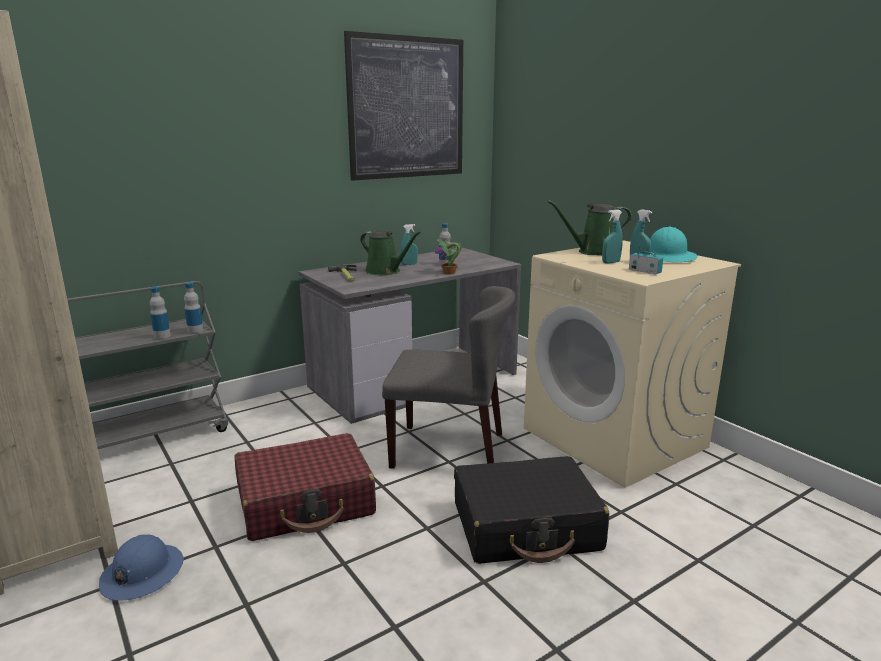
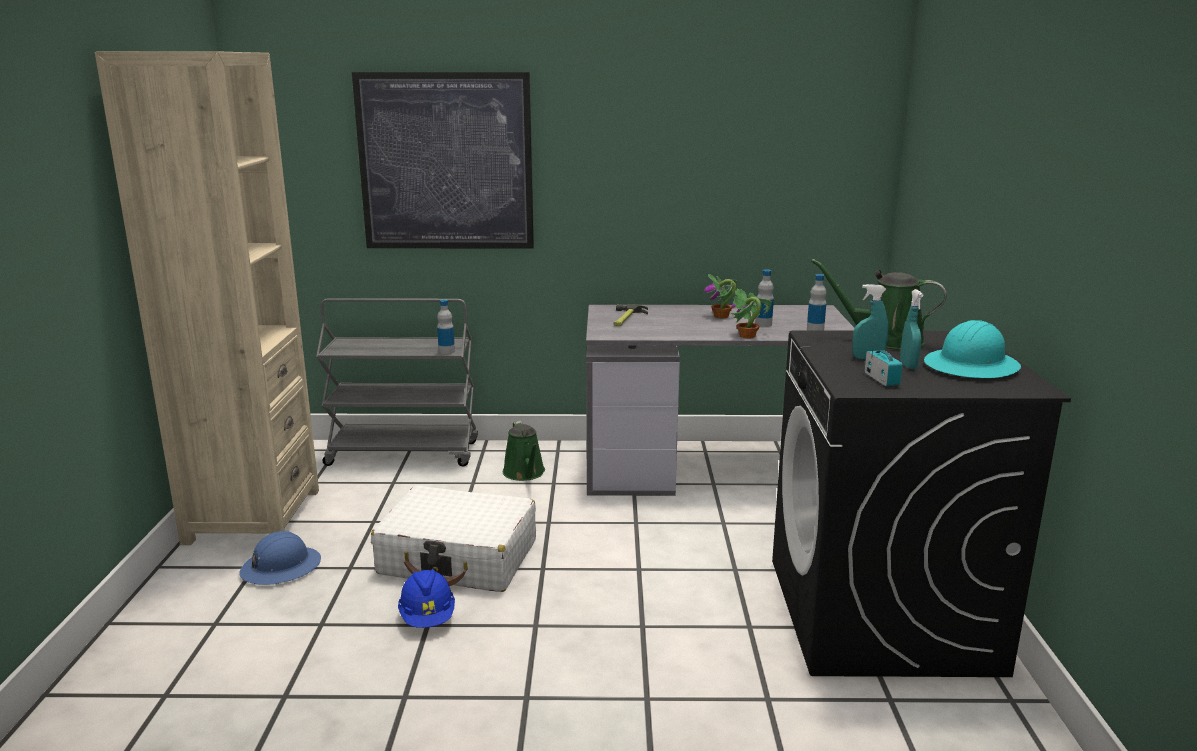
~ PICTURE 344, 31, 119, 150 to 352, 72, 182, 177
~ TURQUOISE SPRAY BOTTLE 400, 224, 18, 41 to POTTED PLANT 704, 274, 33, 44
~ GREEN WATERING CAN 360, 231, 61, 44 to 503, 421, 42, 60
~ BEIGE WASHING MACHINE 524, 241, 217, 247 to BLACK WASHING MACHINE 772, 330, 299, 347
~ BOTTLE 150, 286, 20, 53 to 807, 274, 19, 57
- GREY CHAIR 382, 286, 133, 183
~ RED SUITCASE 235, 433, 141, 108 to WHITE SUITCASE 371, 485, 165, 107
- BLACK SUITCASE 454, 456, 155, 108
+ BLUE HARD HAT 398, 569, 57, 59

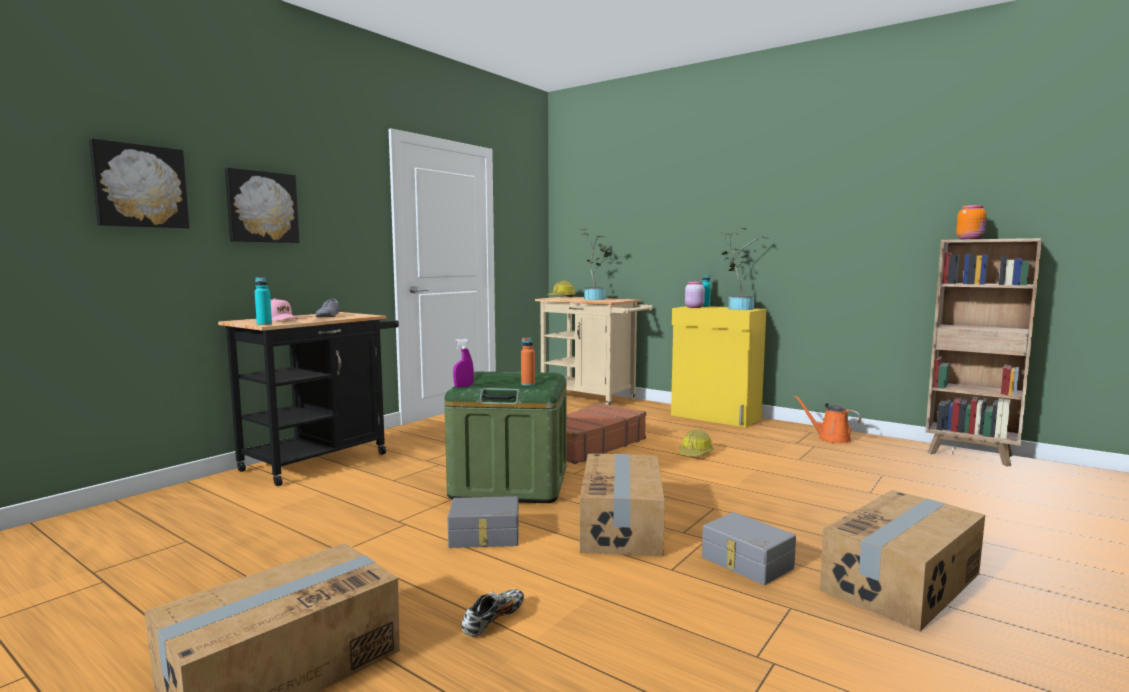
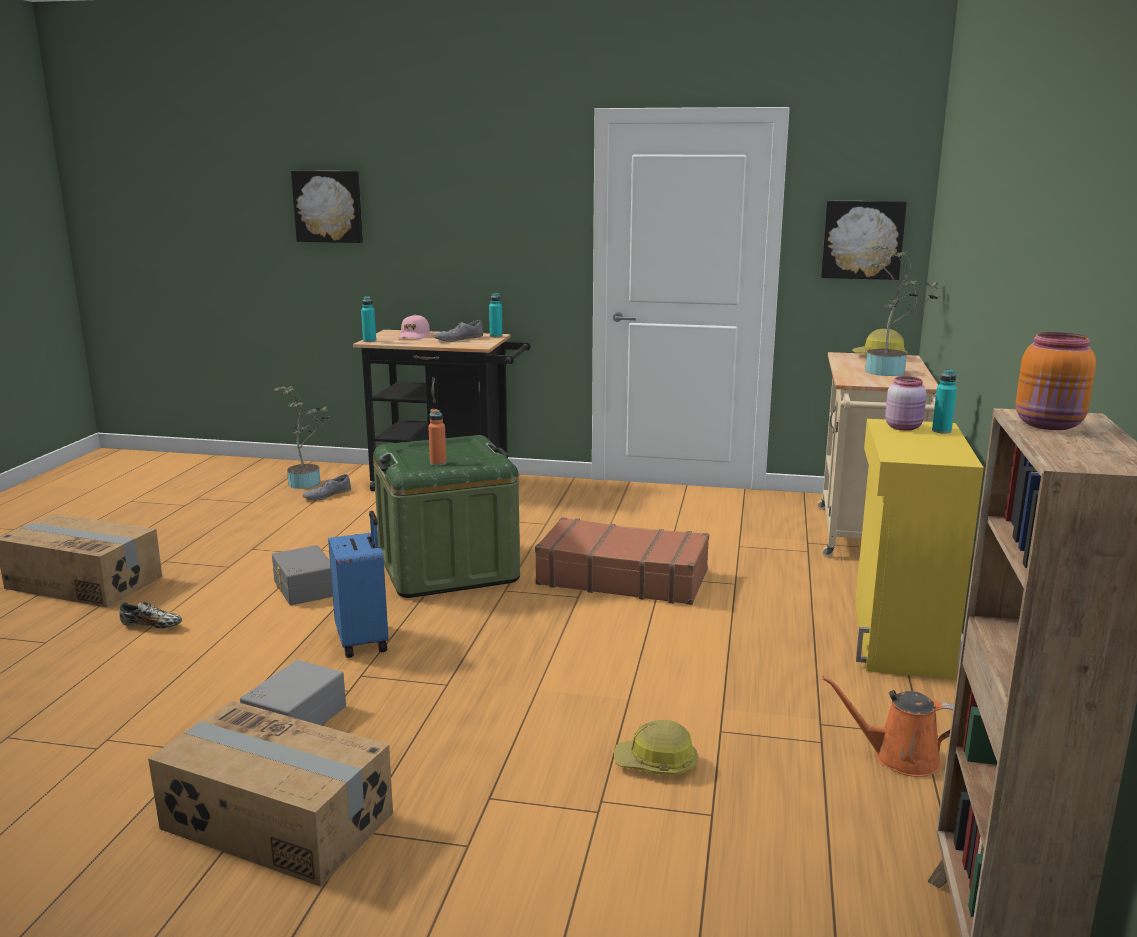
~ PICTURE 225, 168, 75, 75 to 821, 201, 86, 79
~ POTTED PLANT 721, 228, 48, 82 to 273, 386, 56, 103
- PURPLE SPRAY BOTTLE 453, 339, 21, 48
~ ORANGE WATERING CAN 794, 396, 67, 47 = 822, 676, 132, 101 90 degrees counterclockwise
~ HARD HAT 679, 429, 35, 27 to 614, 720, 84, 55
~ CARDBOARD BOX 580, 454, 85, 102 to BLUE SUITCASE 328, 511, 61, 147
+ TURQUOISE BOTTLE 489, 293, 14, 44
+ GREY SHOE 302, 474, 49, 26

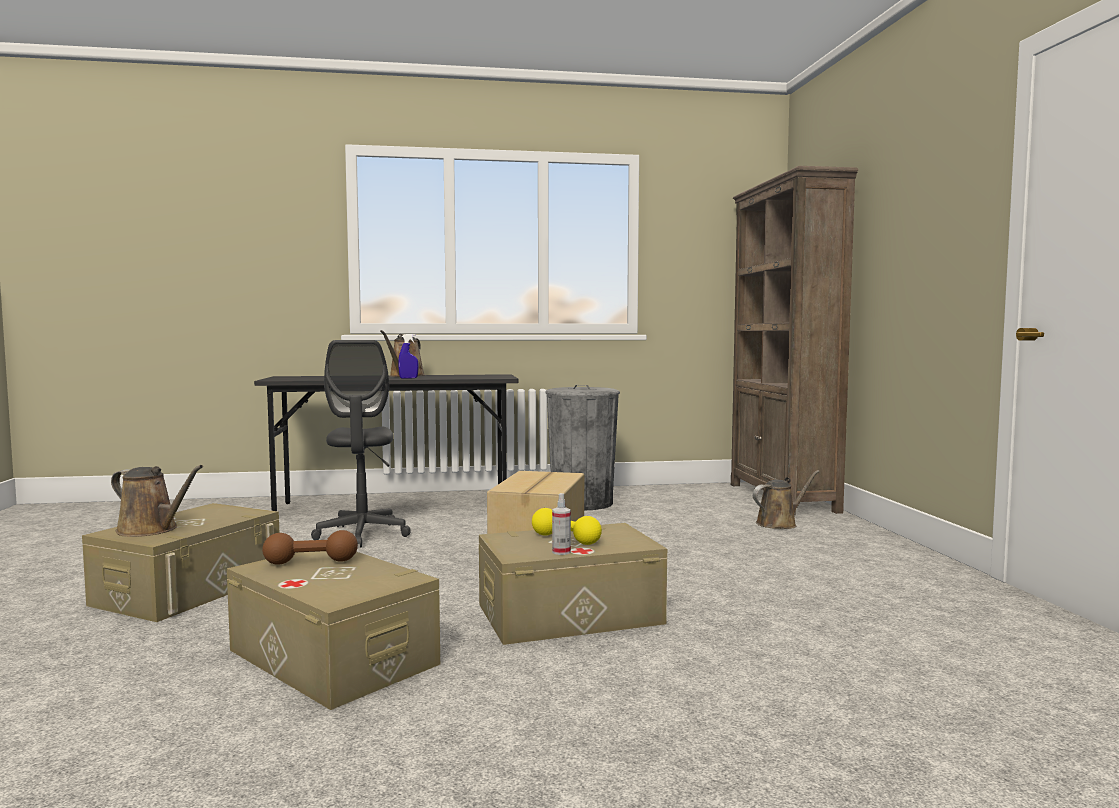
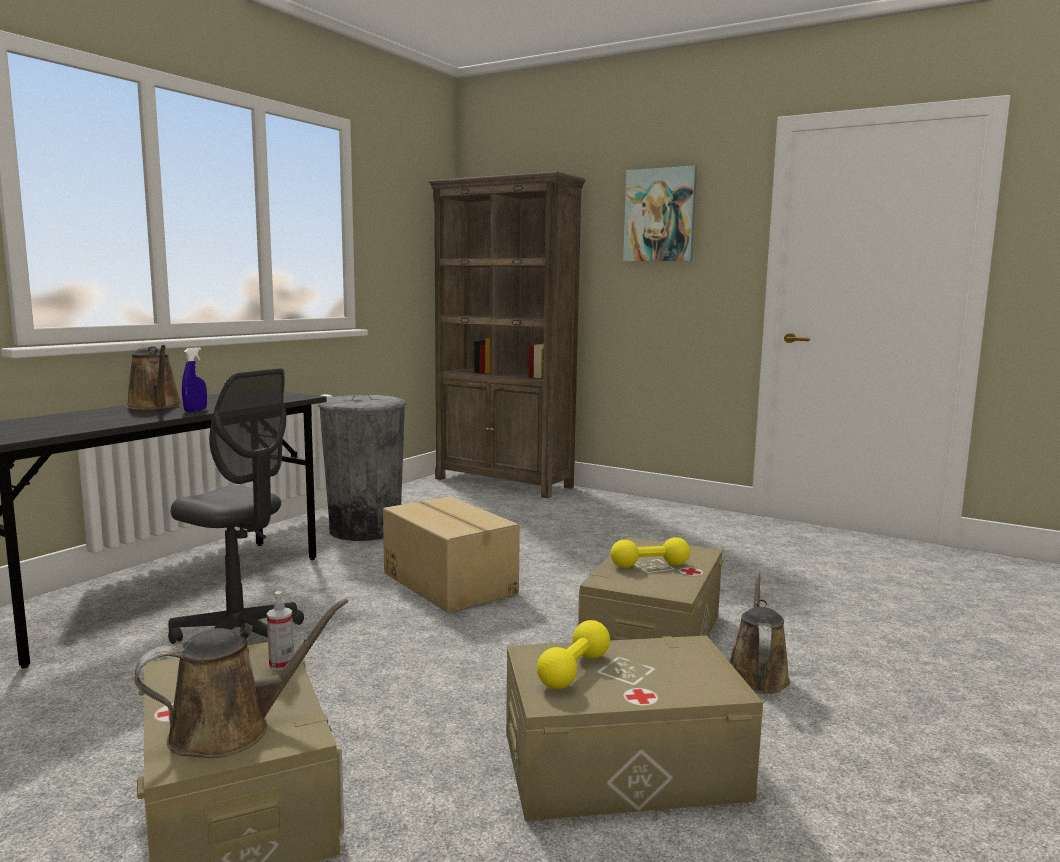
~ BROWN WATERING CAN 753, 470, 67, 59 to 730, 571, 61, 123
~ SPRAY BOTTLE 552, 493, 19, 62 to 267, 591, 27, 80
~ BROWN DUMBBELL 262, 530, 96, 35 to YELLOW DUMBBELL 537, 620, 73, 69
+ PICTURE 623, 166, 74, 95

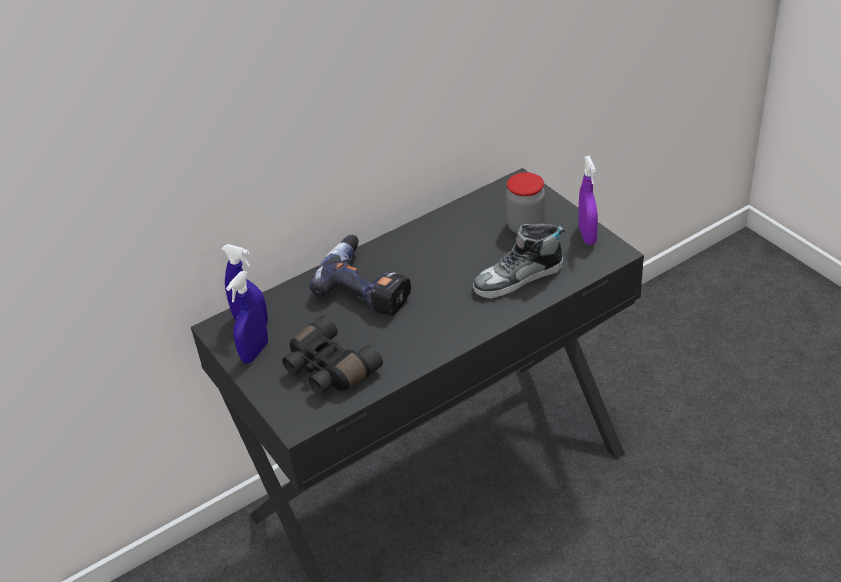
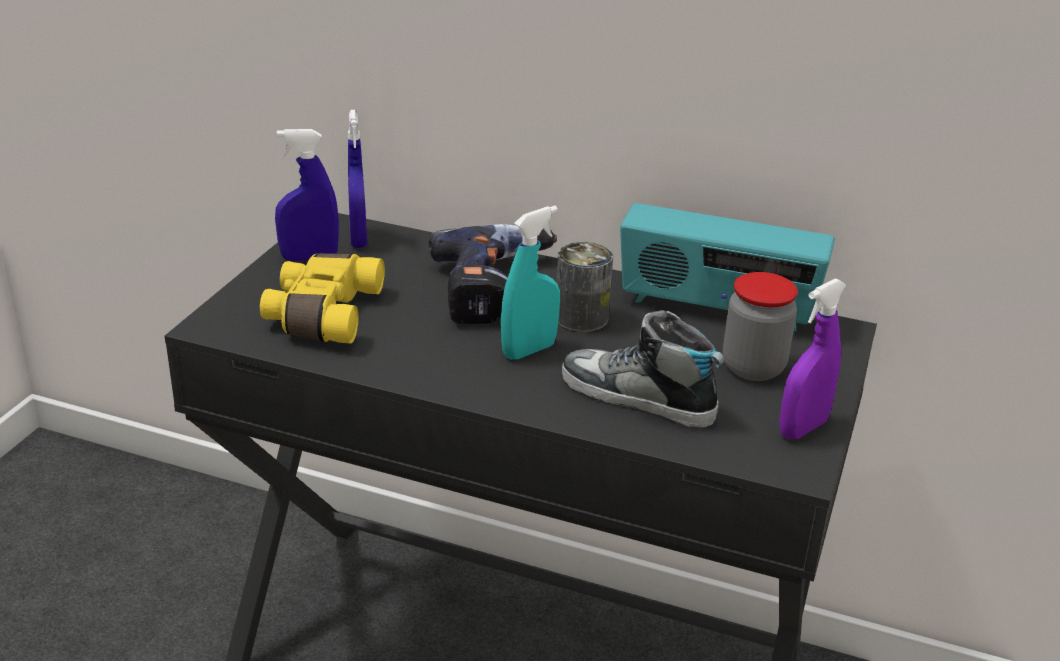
~ BLACK BINOCULARS 282, 315, 101, 79 to YELLOW BINOCULARS 260, 253, 125, 91
+ RADIO 620, 203, 215, 129
+ TURQUOISE SPRAY BOTTLE 501, 206, 59, 154
+ CAN 556, 241, 57, 91

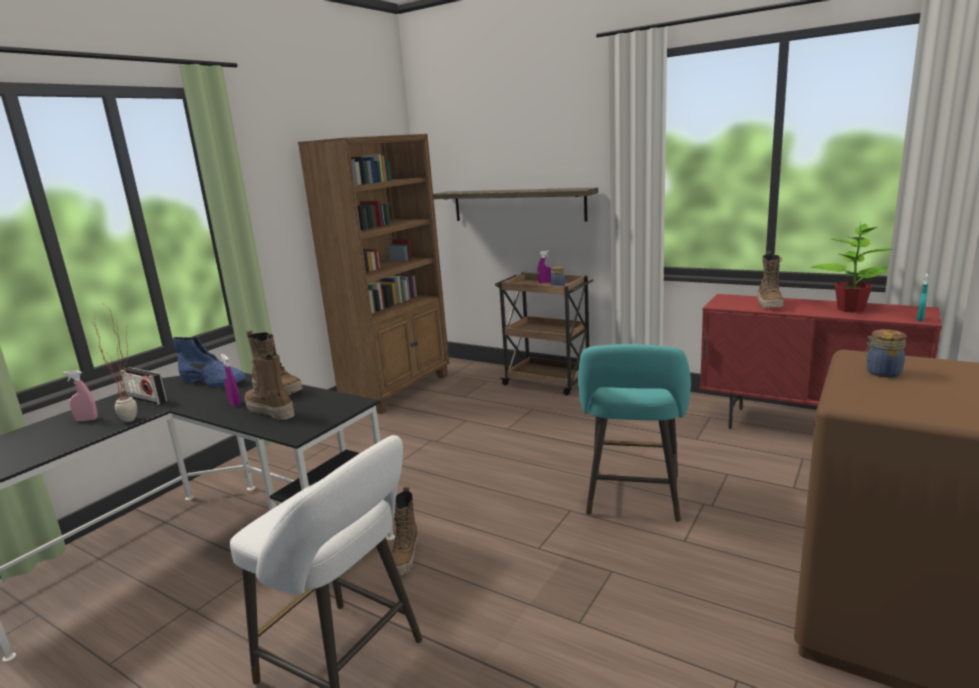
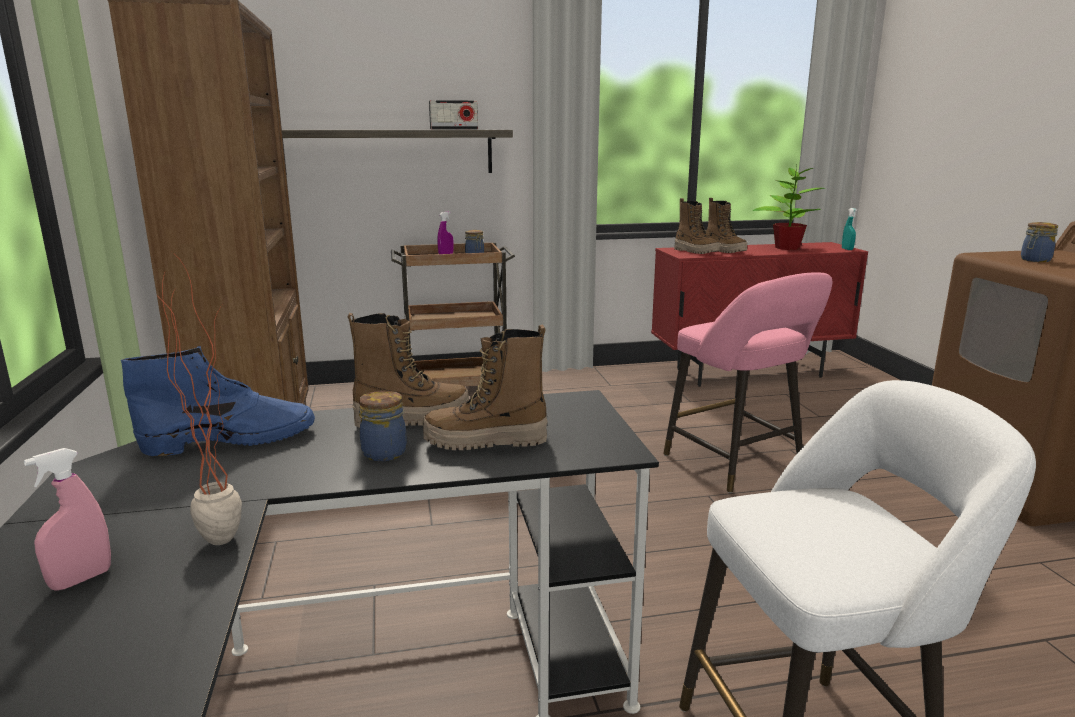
~ TURQUOISE STOOL 578, 344, 113, 178 to PINK STOOL 664, 272, 169, 221
~ PURPLE SPRAY BOTTLE 221, 354, 20, 52 to JAR 359, 390, 48, 71
~ RADIO 120, 367, 48, 38 to 429, 100, 49, 29
~ BOOT 391, 487, 27, 88 to 674, 198, 46, 56

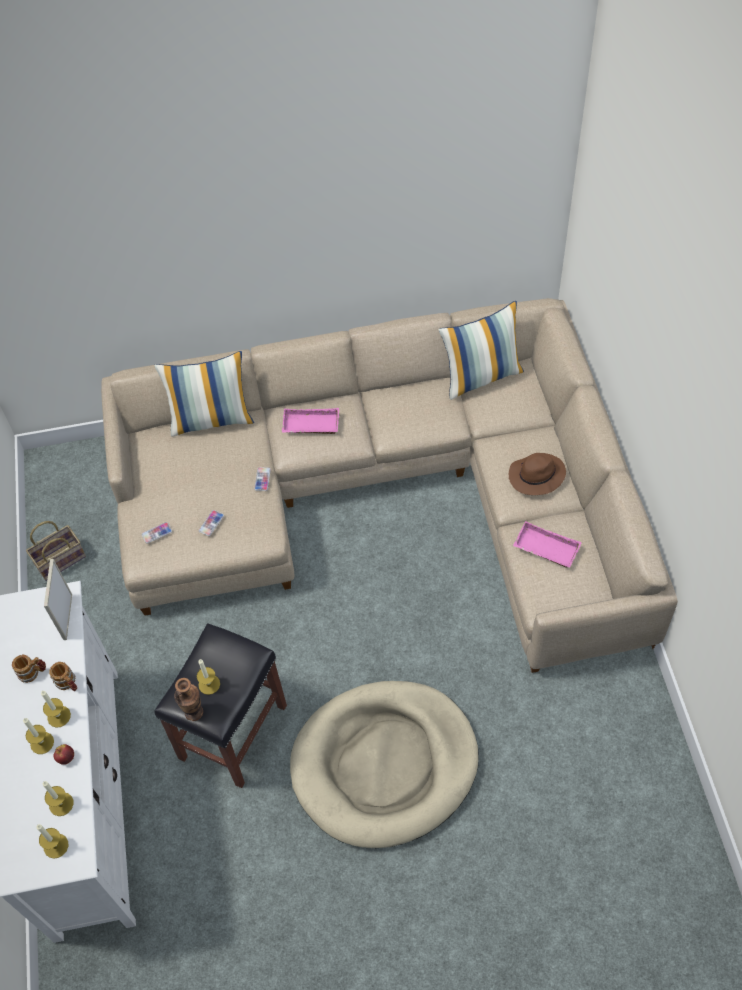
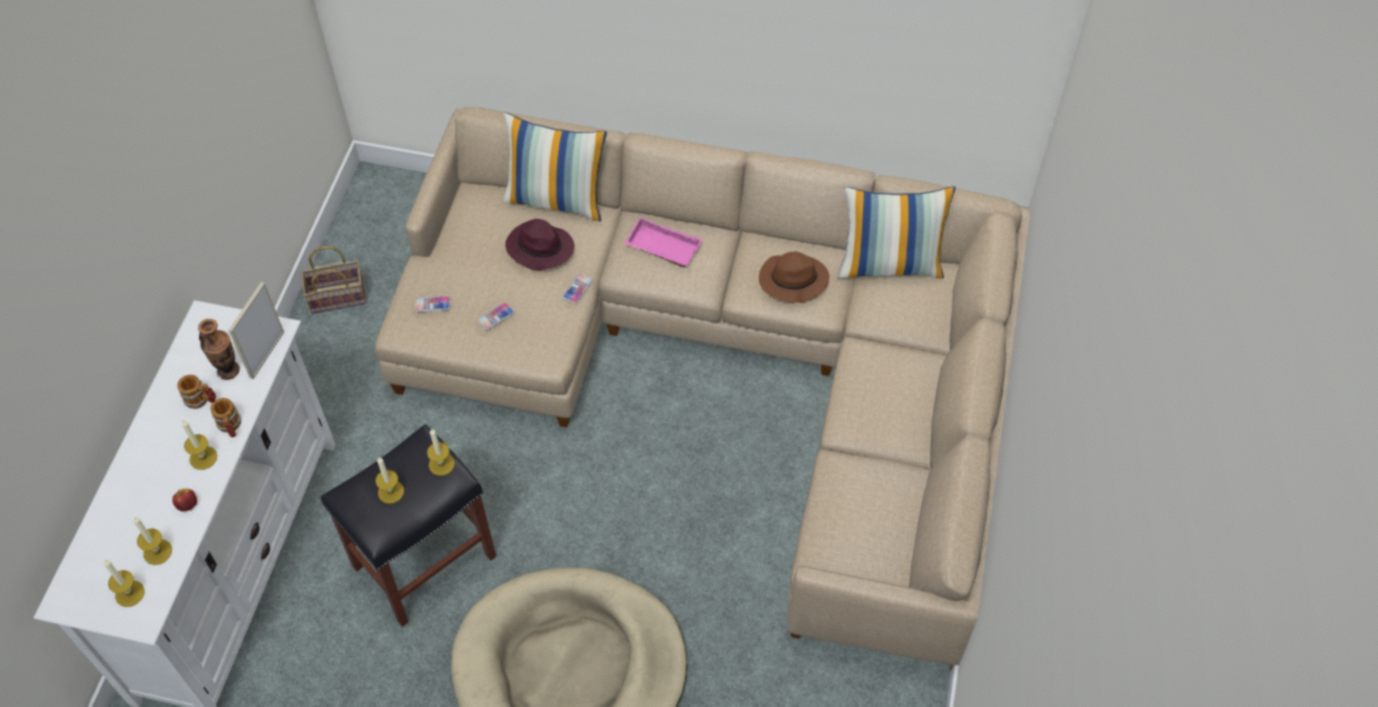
~ BROWN HAT 509, 453, 57, 42 to 759, 252, 70, 51
- PINK TRAY 513, 521, 69, 47
~ VASE 174, 678, 29, 43 to 198, 319, 42, 61
~ CANDLE 23, 718, 31, 36 to 427, 429, 28, 47
+ PURPLE HAT 505, 219, 69, 51

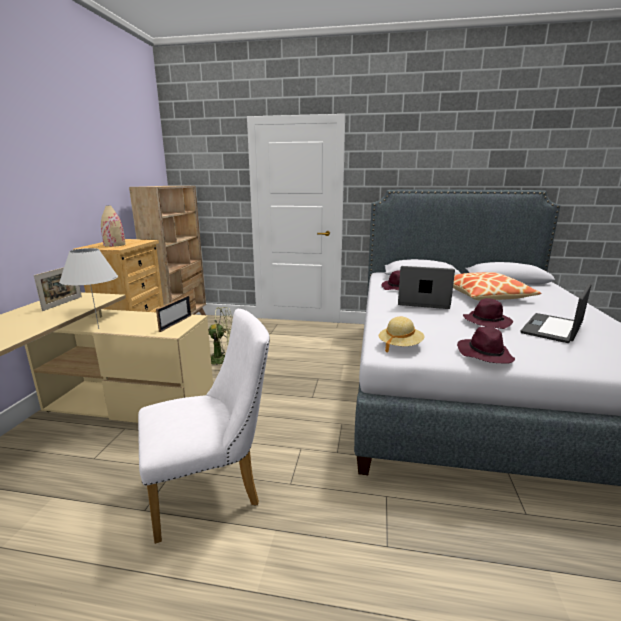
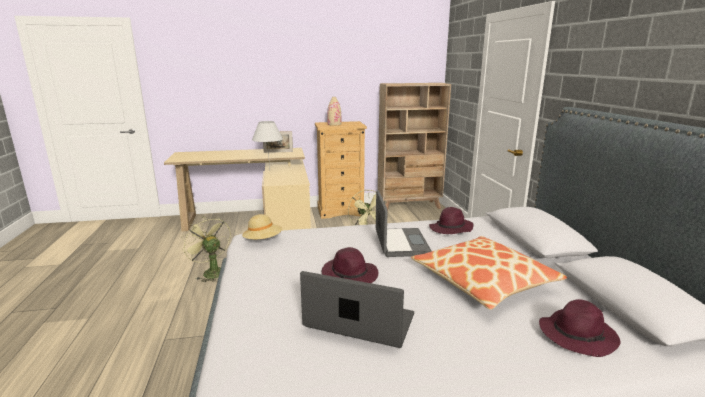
- PICTURE FRAME 156, 295, 35, 37
~ WHITE CHAIR 138, 309, 132, 235 to GREEN FAN 181, 216, 50, 66
~ PURPLE HAT 457, 326, 58, 38 to 539, 299, 82, 58

